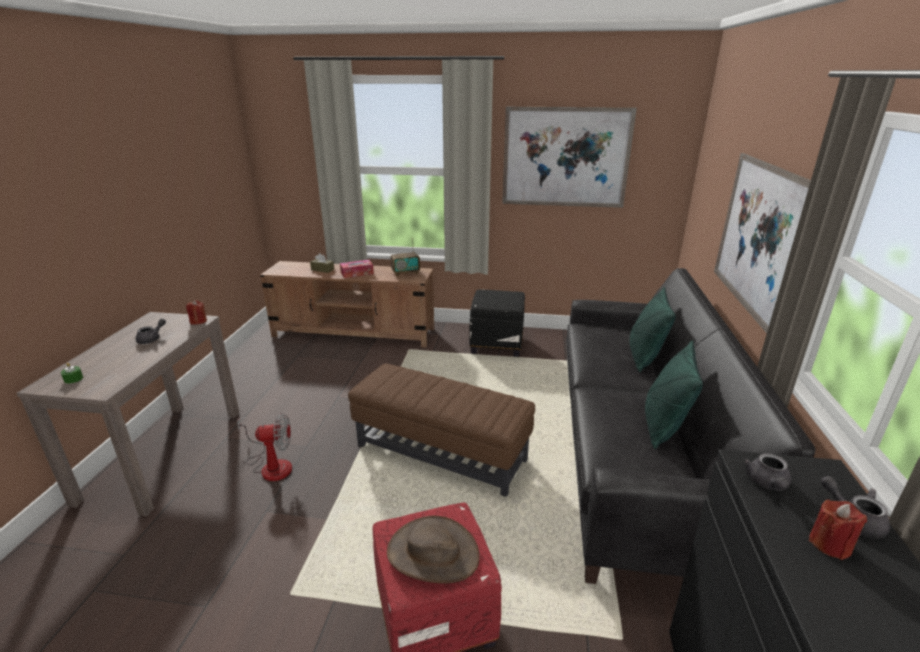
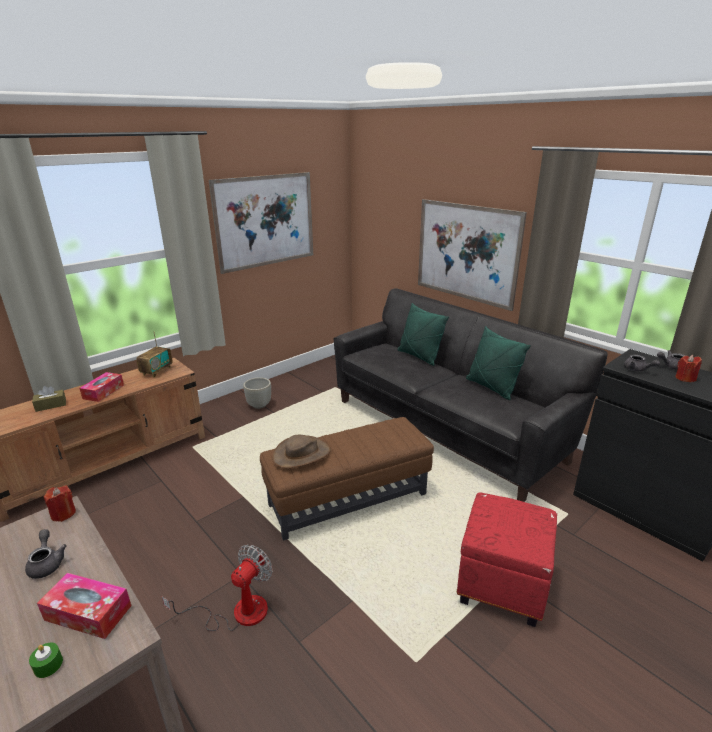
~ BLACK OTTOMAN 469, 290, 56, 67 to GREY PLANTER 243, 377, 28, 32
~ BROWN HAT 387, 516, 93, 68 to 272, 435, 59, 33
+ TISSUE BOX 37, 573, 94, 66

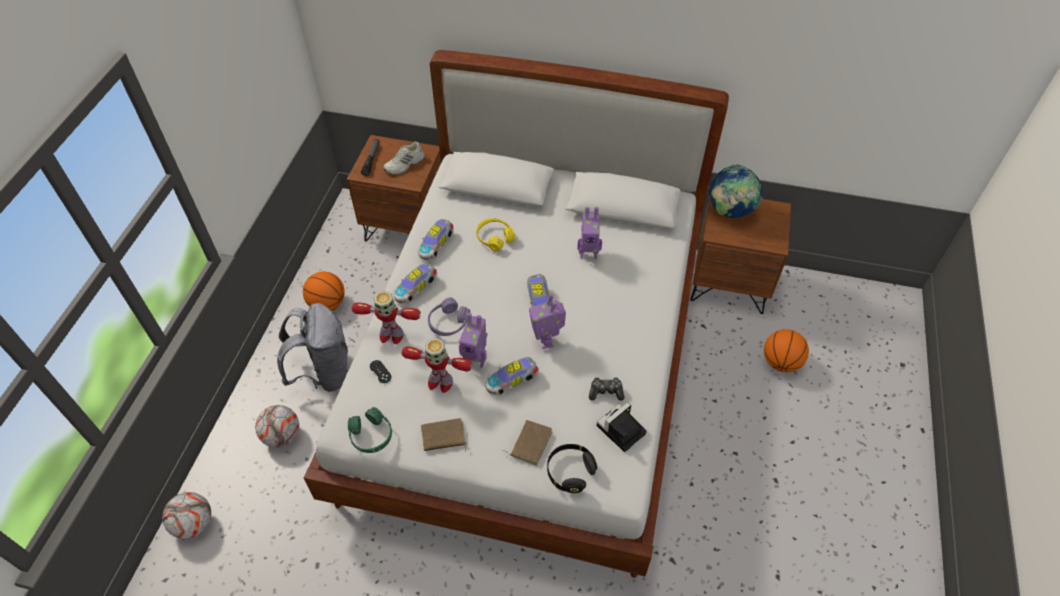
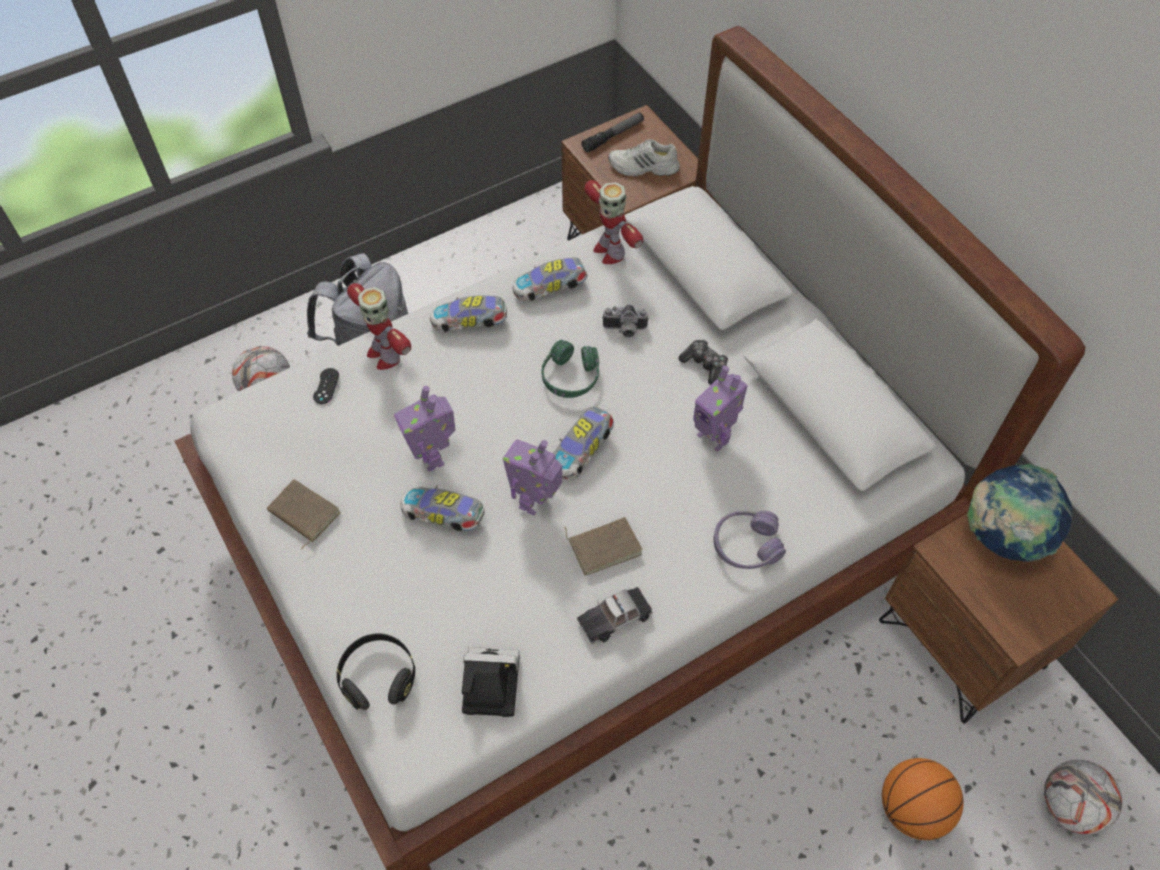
~ YELLOW HEADPHONES 476, 218, 39, 34 to PHOTO CAMERA 602, 305, 47, 33
- BASKETBALL 303, 272, 42, 39
~ PURPLE HEADPHONES 428, 297, 42, 39 to 714, 511, 72, 58
~ TOY ROBOT 402, 338, 71, 55 to 584, 180, 59, 84
~ GAME CONTROLLER 589, 377, 36, 24 to 679, 340, 49, 45
~ GREEN HEADPHONES 348, 407, 44, 46 to 542, 340, 57, 58
~ BROWN BOOK 502, 420, 50, 46 to 565, 517, 78, 59
~ FOOTBALL 162, 492, 49, 47 to 1044, 760, 78, 75
+ TOY CAR 577, 587, 76, 57

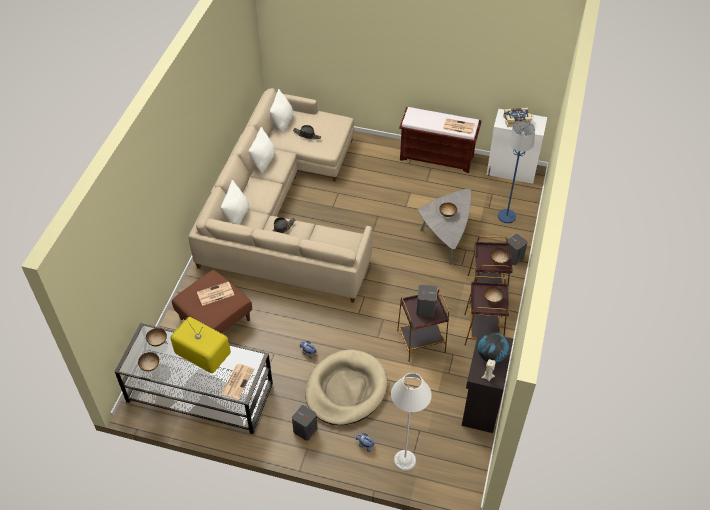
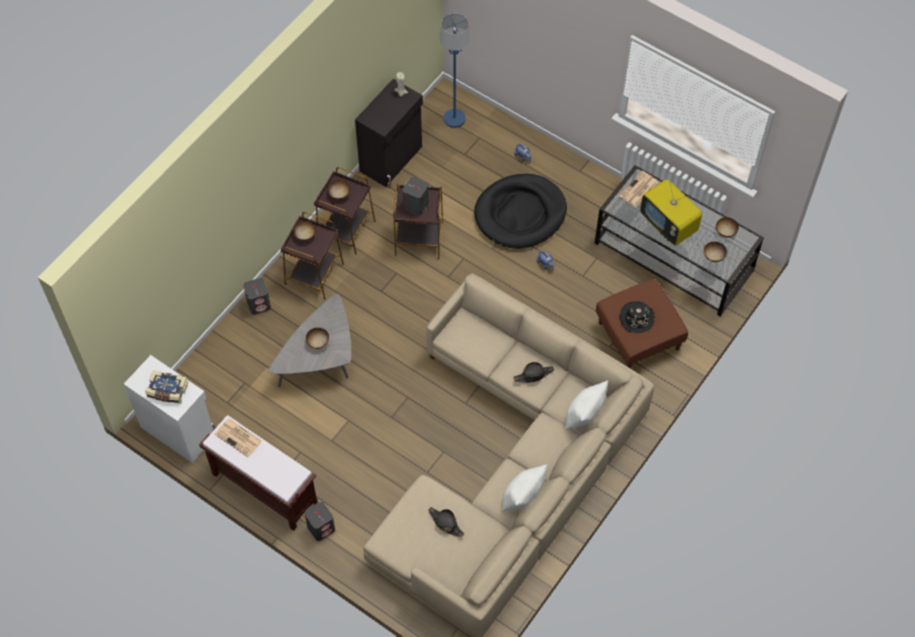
- WHITE PILLOW 270, 89, 23, 45
~ BLUE FLOOR LAMP 498, 121, 37, 102 to 440, 14, 30, 114
~ NEWSPAPER 197, 282, 37, 24 to BLACK HAT 619, 301, 36, 32
- GLOBE 478, 332, 31, 31
~ BEIGE DOG BED 305, 349, 82, 76 to BLACK DOG BED 474, 174, 93, 75
- GREY FLOOR LAMP 391, 373, 41, 98
~ GREY SPEAKER 292, 405, 25, 36 to 305, 502, 30, 39

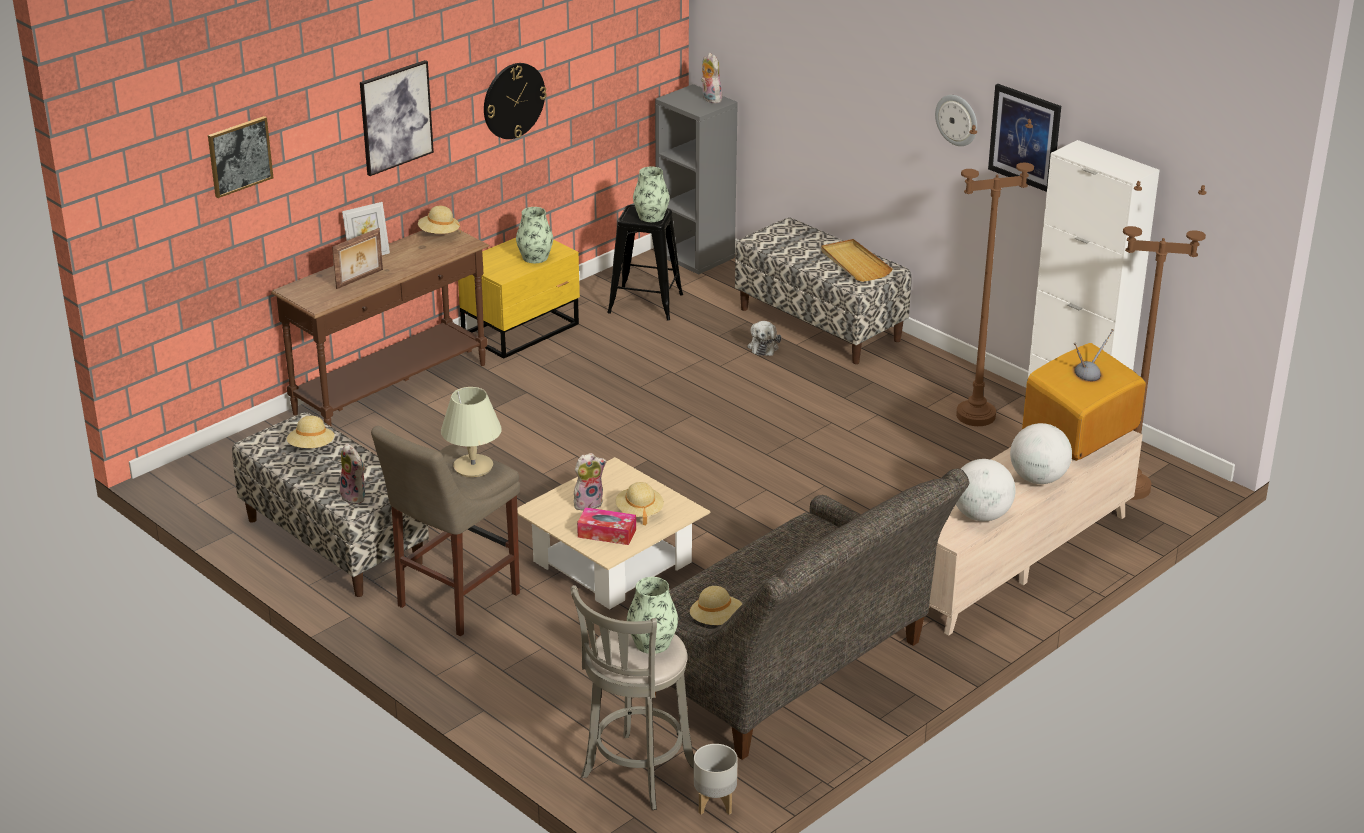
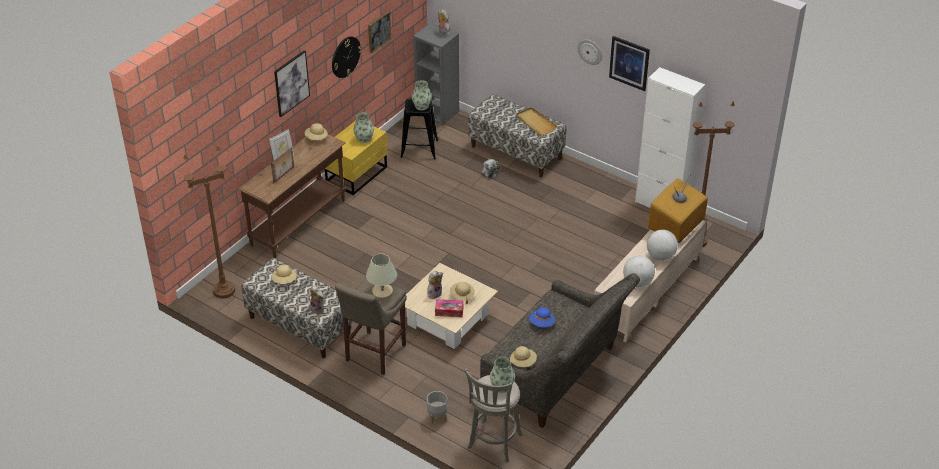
~ PICTURE 208, 116, 65, 82 to 368, 11, 23, 42
~ BROWN FLOOR LAMP 956, 119, 78, 307 to 183, 145, 52, 153
~ GREY PLANTER 694, 744, 44, 71 to 427, 391, 21, 33
+ BLUE HAT 529, 307, 26, 21

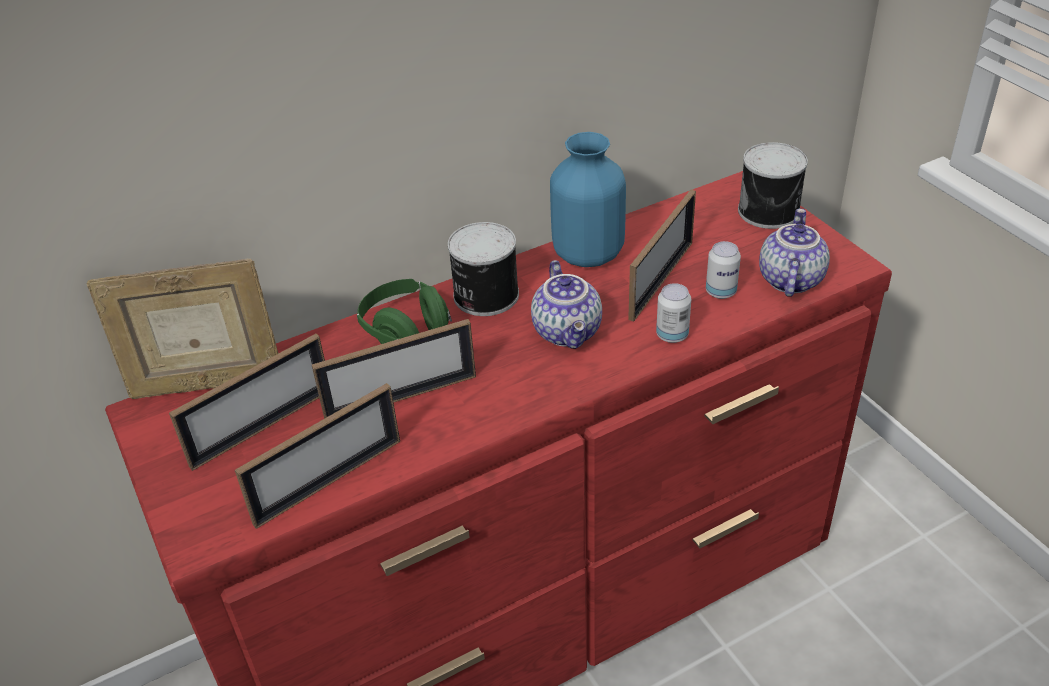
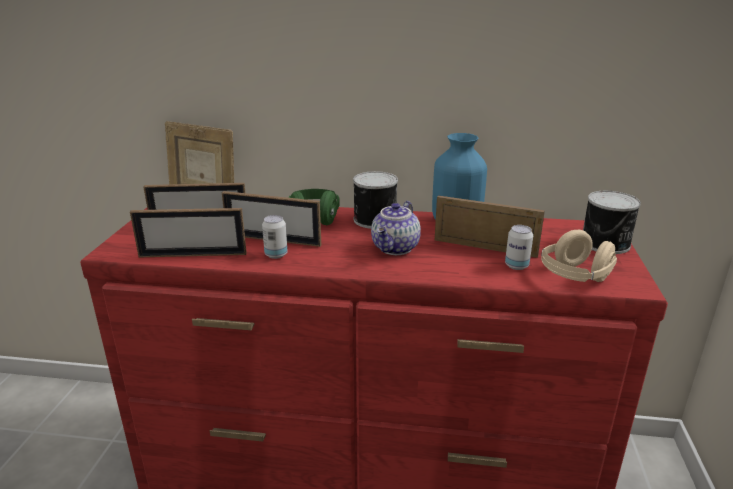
~ PICTURE FRAME 628, 189, 68, 133 = 435, 195, 110, 63 135 degrees counterclockwise
~ TEAPOT 759, 209, 71, 88 to BEIGE HEADPHONES 541, 230, 76, 52
~ CAN 656, 283, 35, 60 to 262, 215, 26, 44

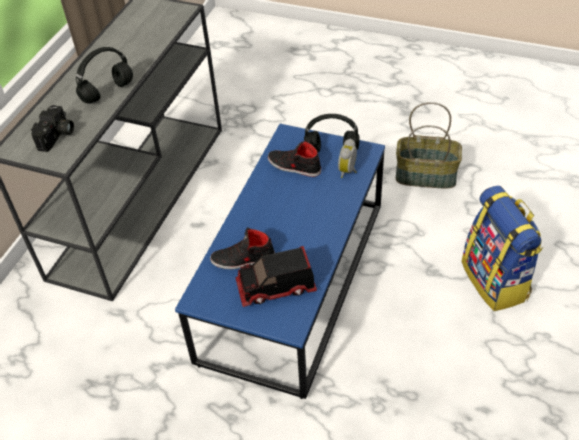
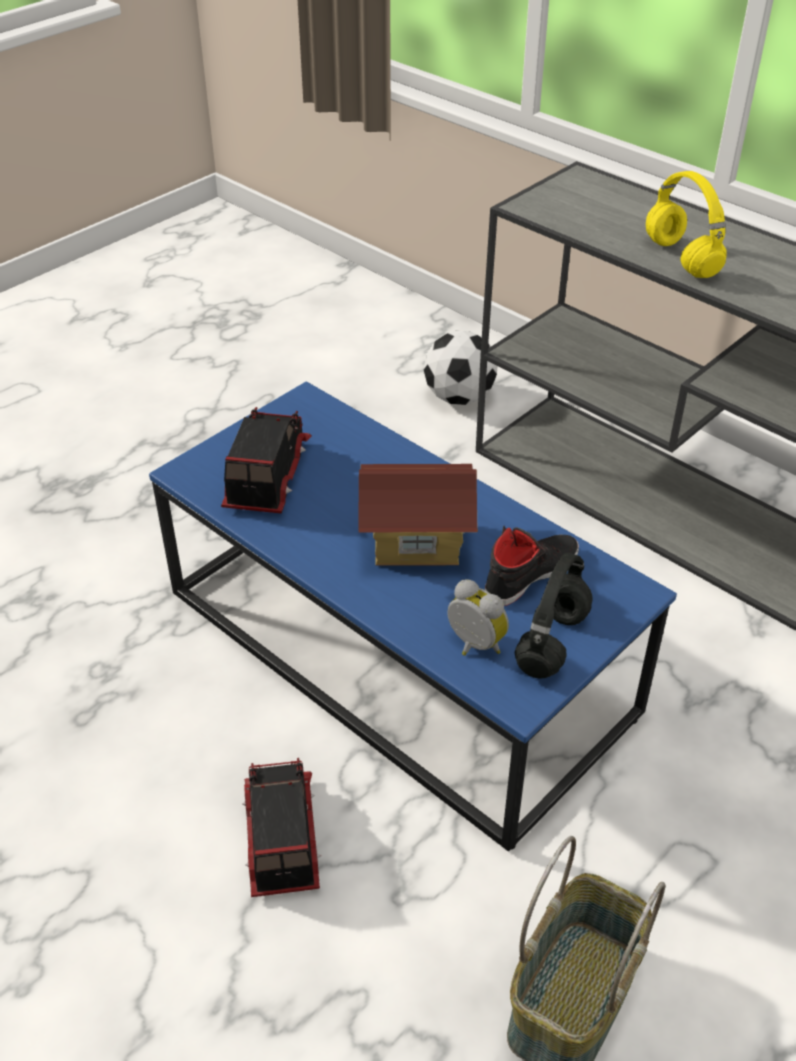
~ BLACK HEADPHONES 76, 47, 57, 56 to YELLOW HEADPHONES 646, 171, 81, 107
- PHOTO CAMERA 31, 105, 43, 47
- BACKPACK 461, 186, 82, 125
- BLACK SHOE 210, 227, 65, 42
+ FOOTBALL 424, 331, 73, 74
+ TOY HOUSE 359, 464, 119, 102
+ TOY TRUCK 242, 758, 79, 139

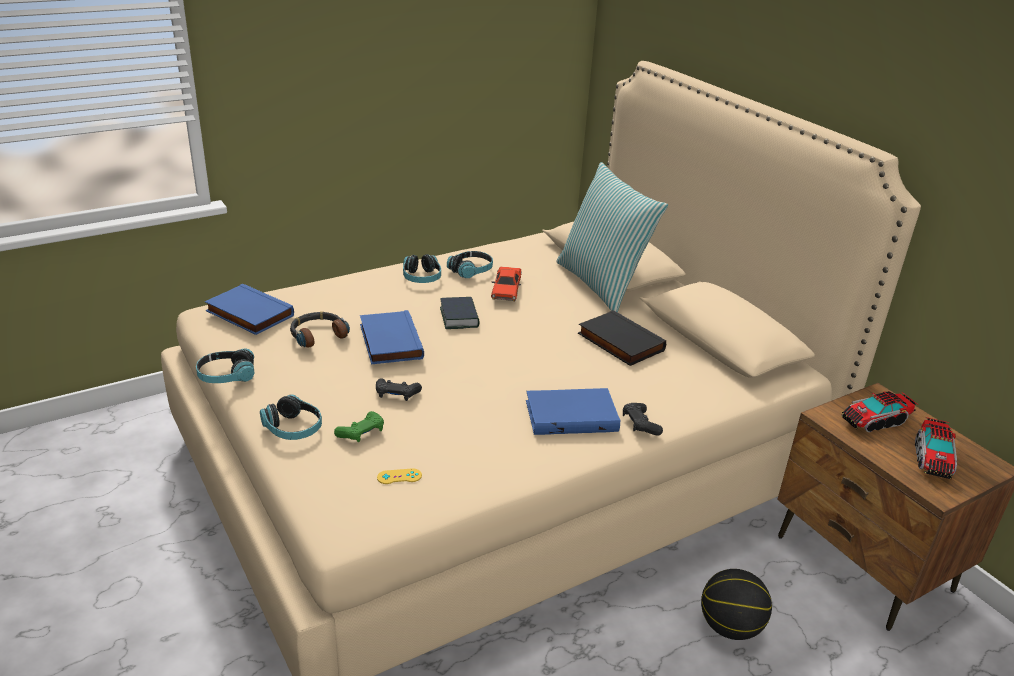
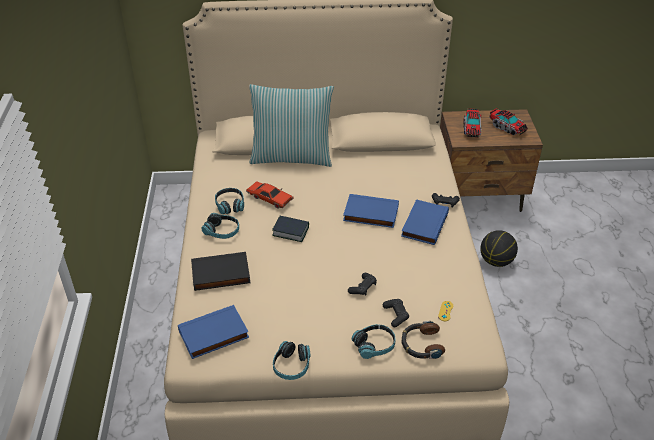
~ BLUE BOOK 360, 310, 64, 54 to 343, 194, 56, 34
~ BLACK BOOK 578, 310, 88, 56 to 191, 252, 59, 39
~ HEADPHONES 290, 311, 60, 36 to 401, 321, 44, 38
~ GREEN GAME CONTROLLER 334, 411, 50, 31 to BLACK GAME CONTROLLER 383, 299, 26, 28

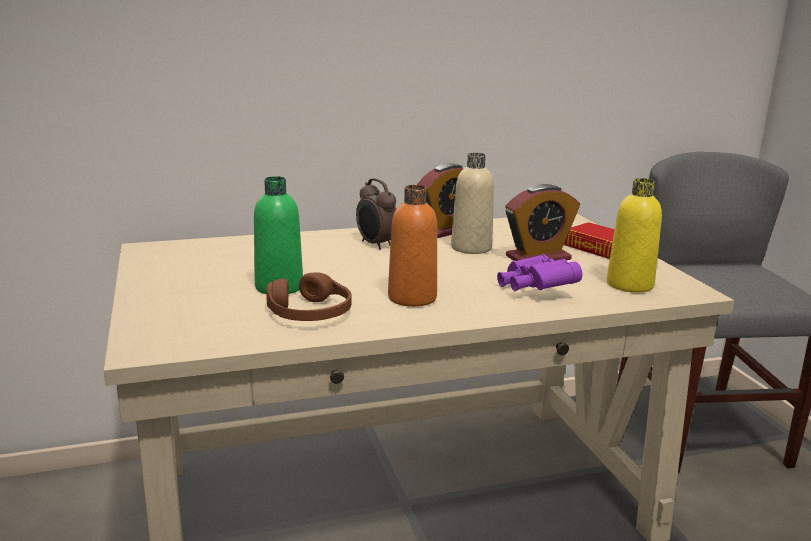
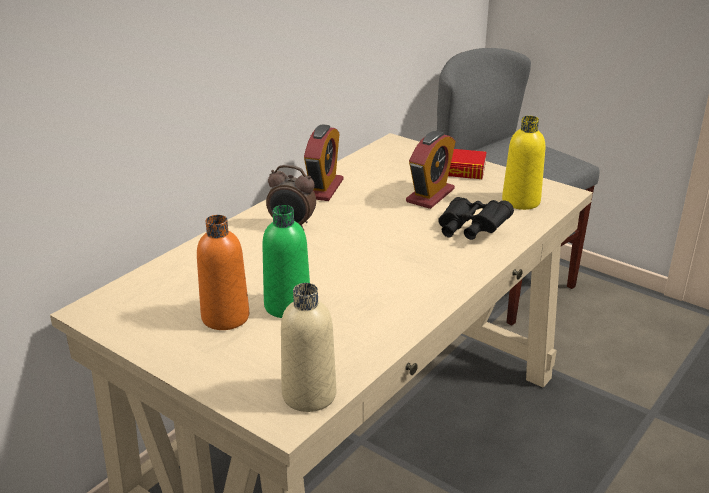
~ BEIGE BOTTLE 451, 153, 43, 101 to 281, 283, 55, 129
~ ORANGE BOTTLE 388, 185, 49, 122 to 197, 215, 52, 115
~ PURPLE BINOCULARS 497, 254, 85, 37 to BLACK BINOCULARS 438, 197, 76, 43
- BROWN HEADPHONES 267, 272, 84, 49

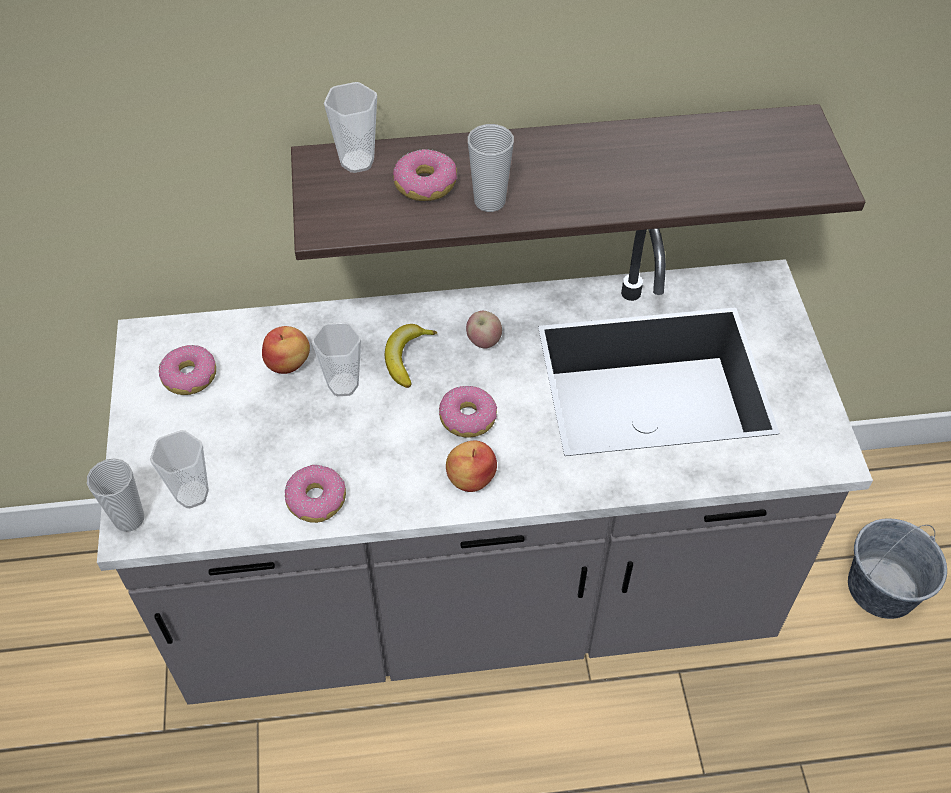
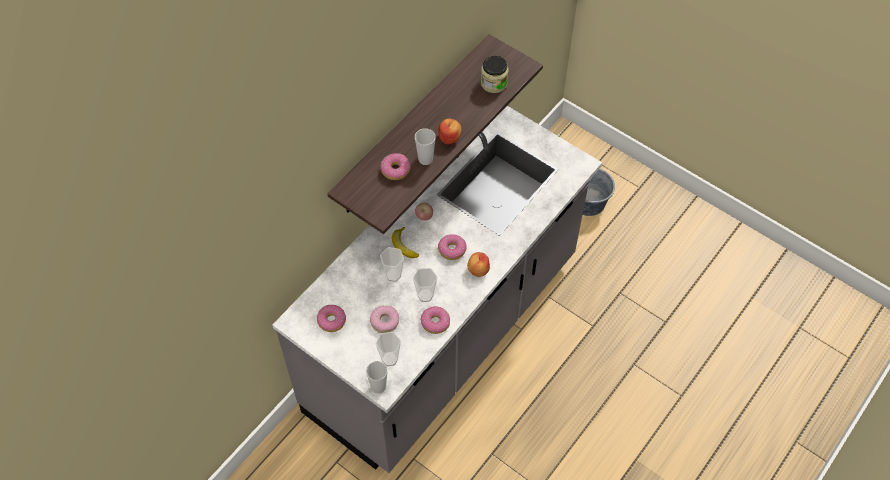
~ CUP 324, 82, 53, 91 to 413, 268, 24, 34
~ APPLE 262, 326, 48, 48 to 438, 119, 23, 26
+ JAR 481, 56, 27, 37
+ DONUT 370, 306, 29, 27

